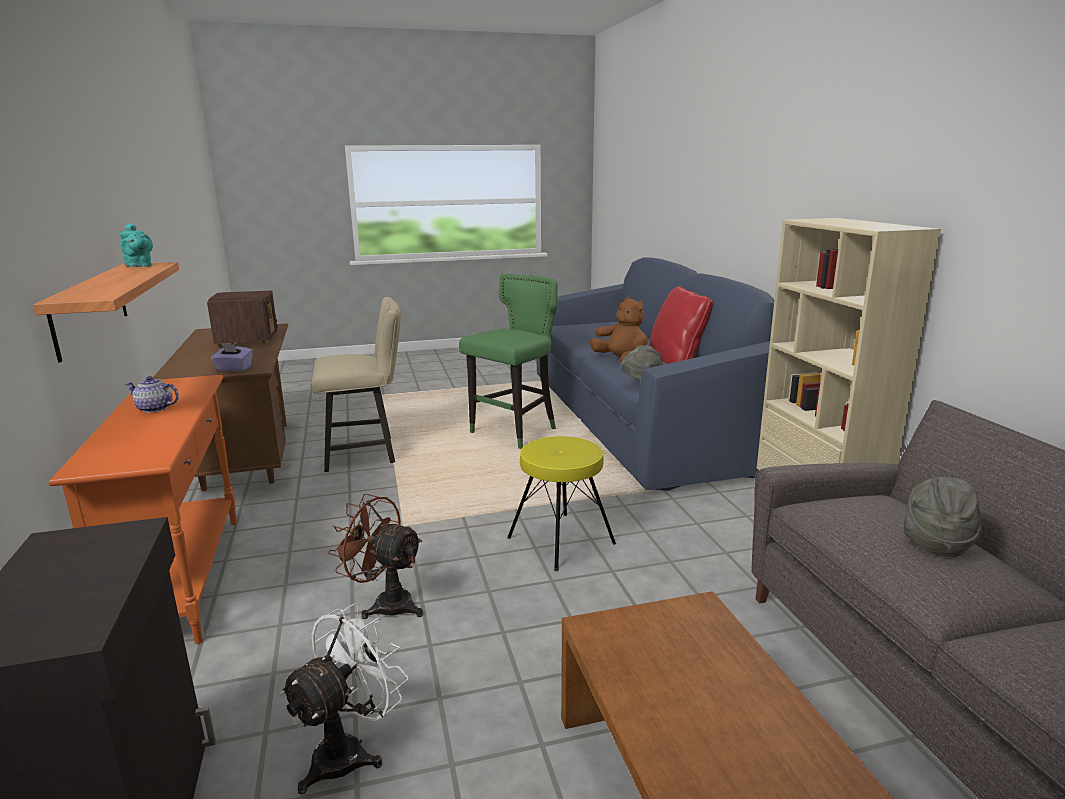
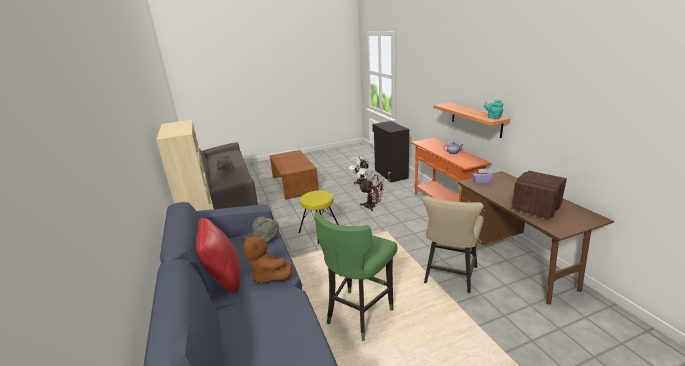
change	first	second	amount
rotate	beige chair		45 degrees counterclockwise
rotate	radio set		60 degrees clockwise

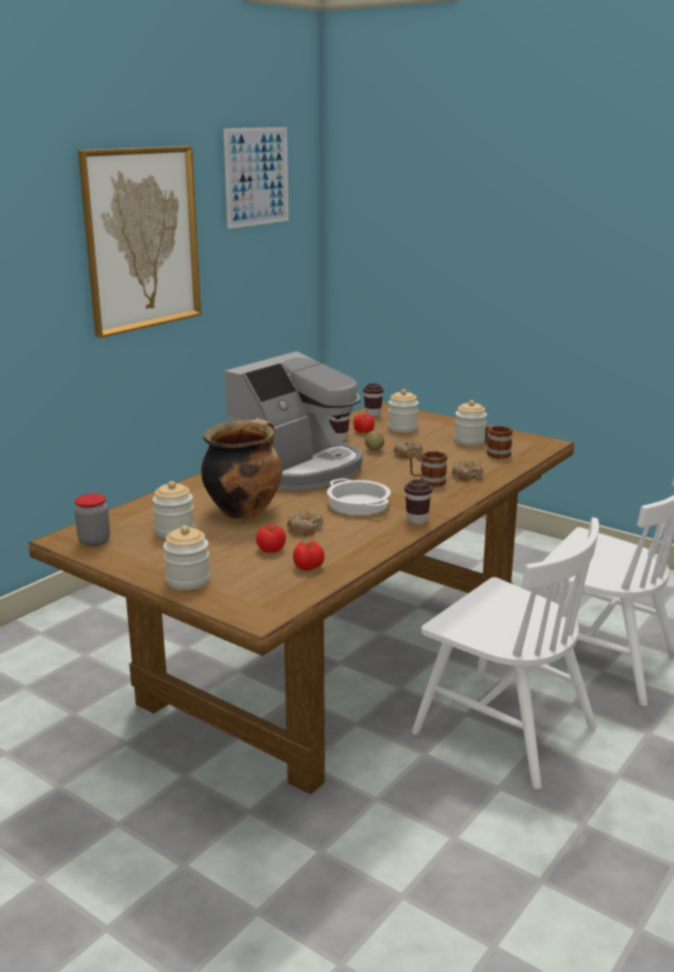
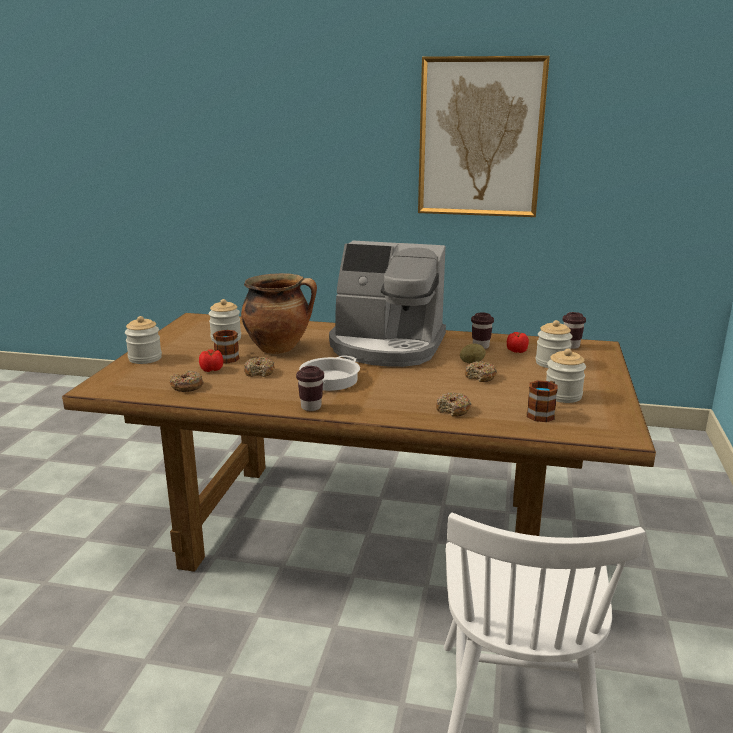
change	first	second	amount
replace	tomato (2nd from left)	doughnut (1st from left)	
move	coffee mug (1st from left)		
delete	preserve jar (1st from left)		
delete	wall art (2nd from left)		
delete	whitish chair (1st from left)		

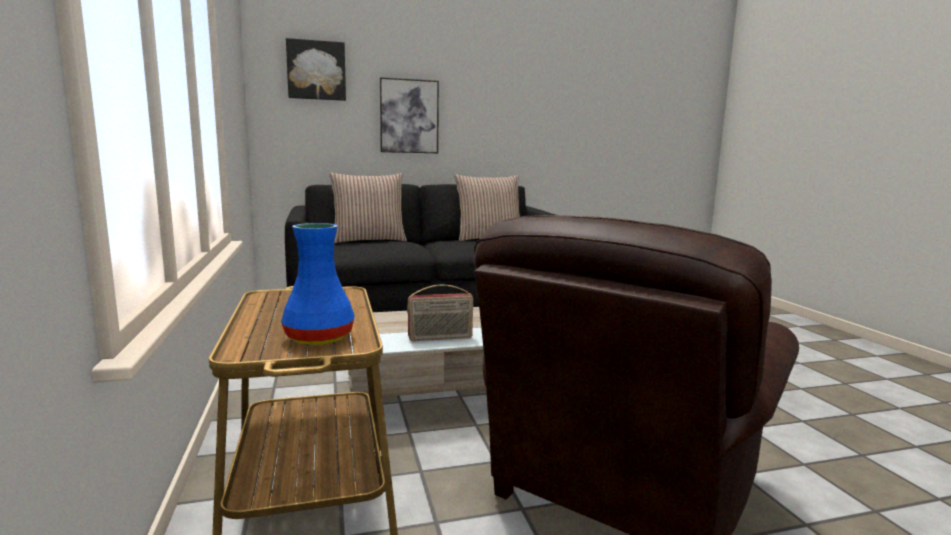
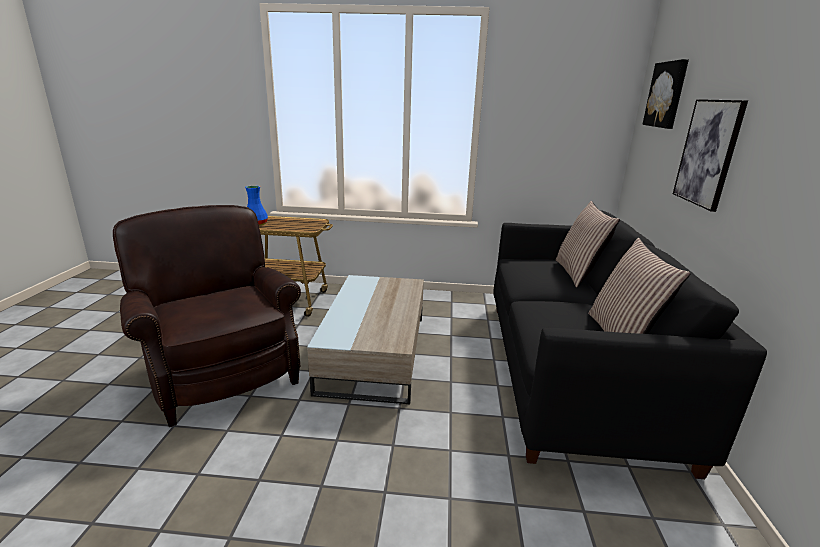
change	first	second	amount
delete	radio set		

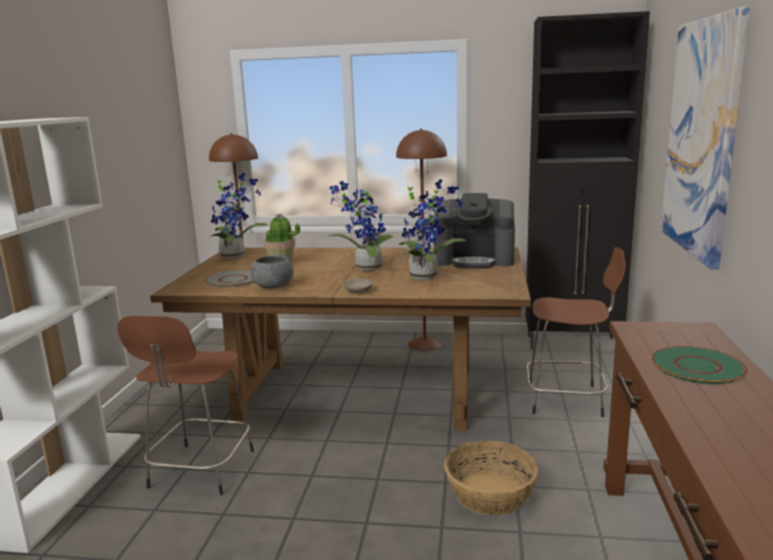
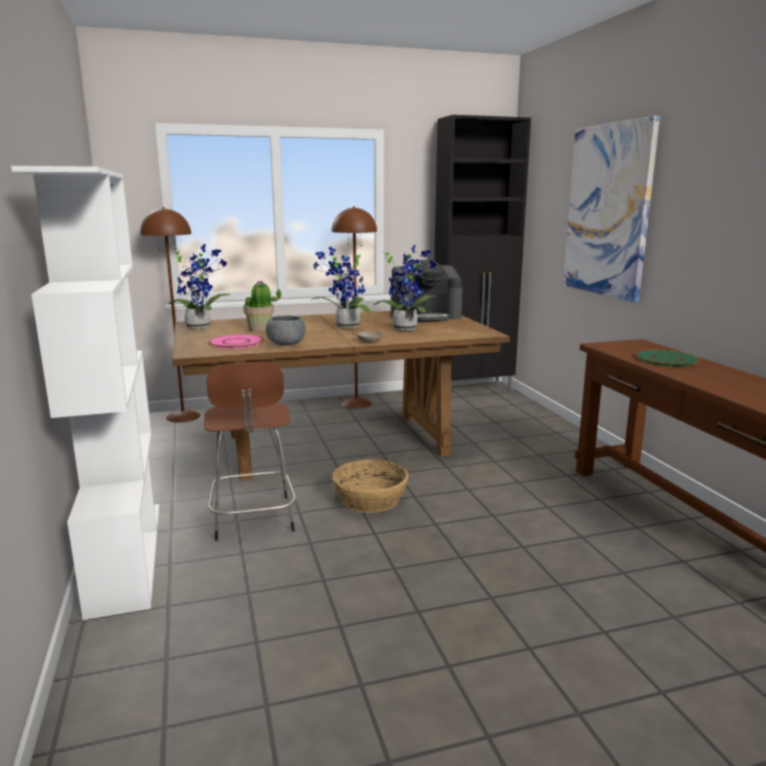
change	first	second	amount
recolor	greyish flat dish	pinkish flat dish	
move	basket		
delete	brown sitting stool (2nd from left)		

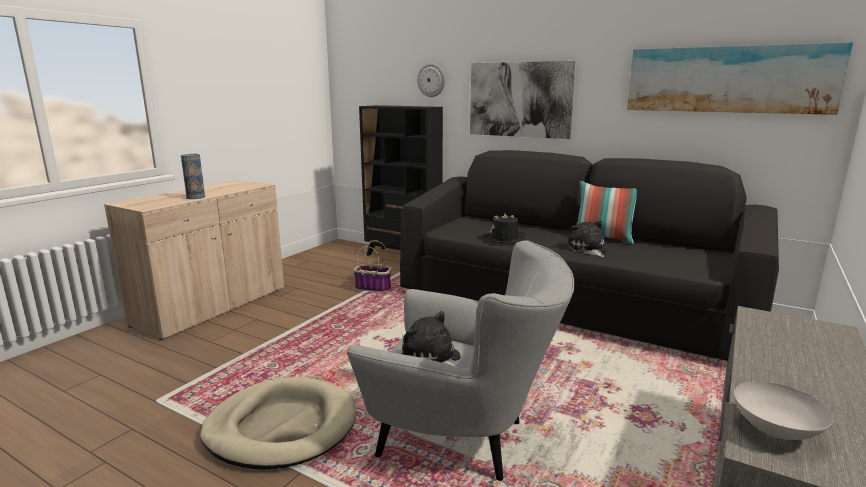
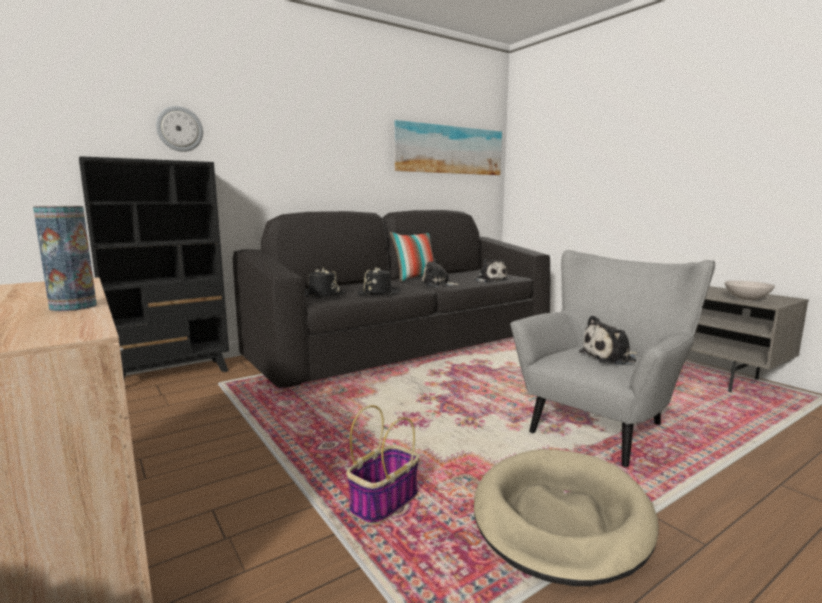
change	first	second	amount
insert		blackish clothing hat (1st from left)	
move	basket		
insert		plush toy (2nd from left)	
delete	wall art (1st from left)		

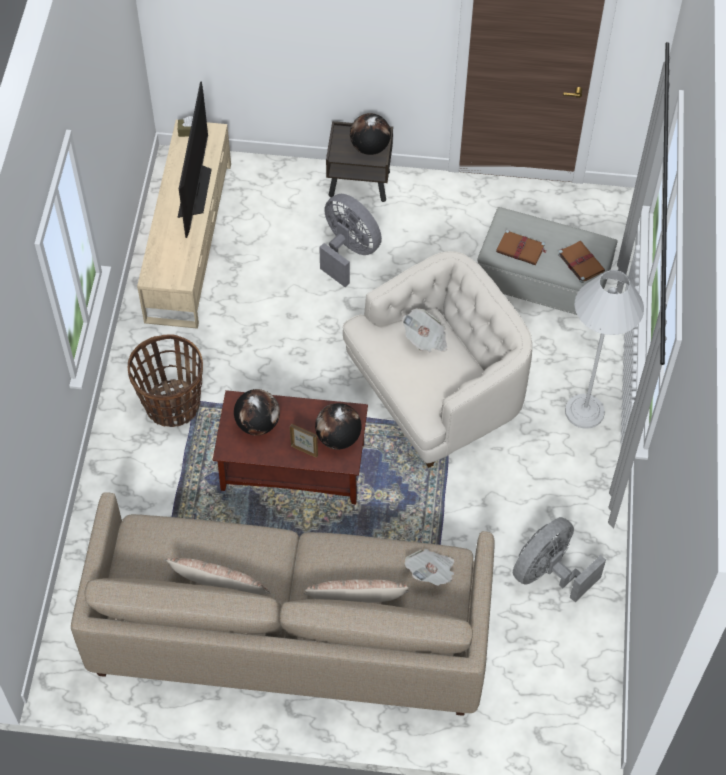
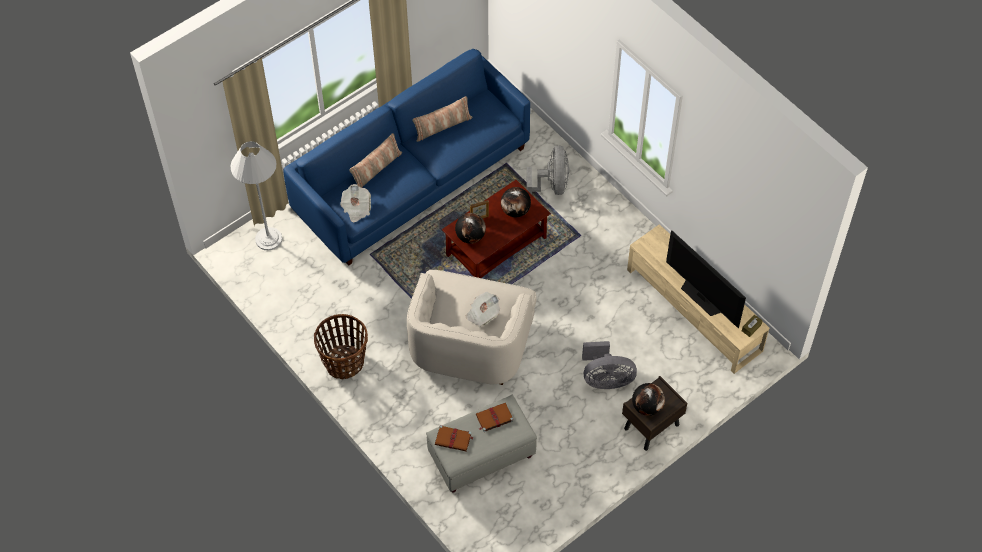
change	first	second	amount
move	whitish floor lamp		
recolor	beige settee	bluish settee	
move	basket		
move	greyish electric fan (2nd from left in the first image)	greyish electric fan (1st from left)	

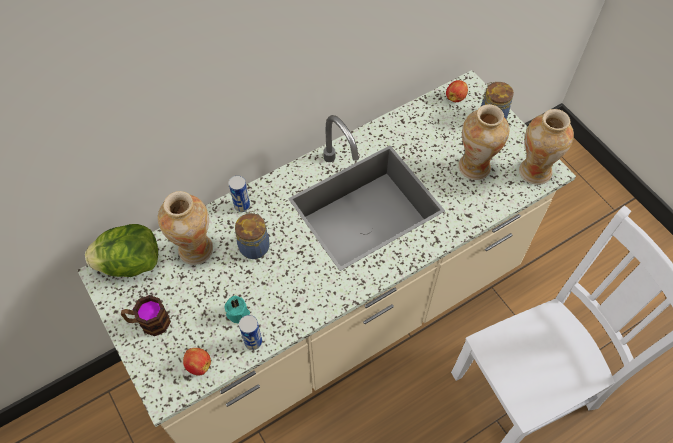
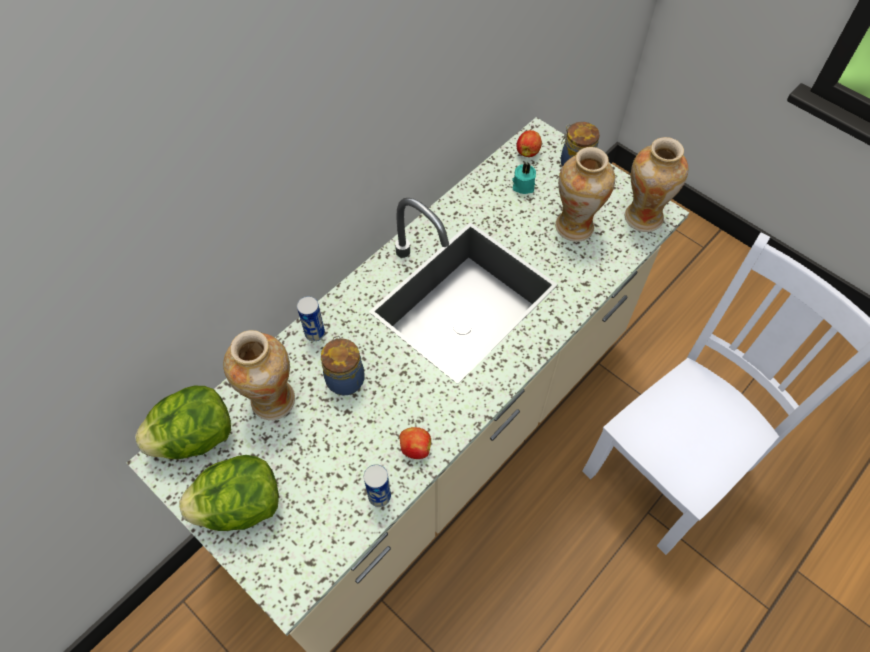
change	first	second	amount
replace	coffee mug	head of lettuce (2nd from left)	
move	apple (1st from left)		
move	turquoise-coloured wax candle		

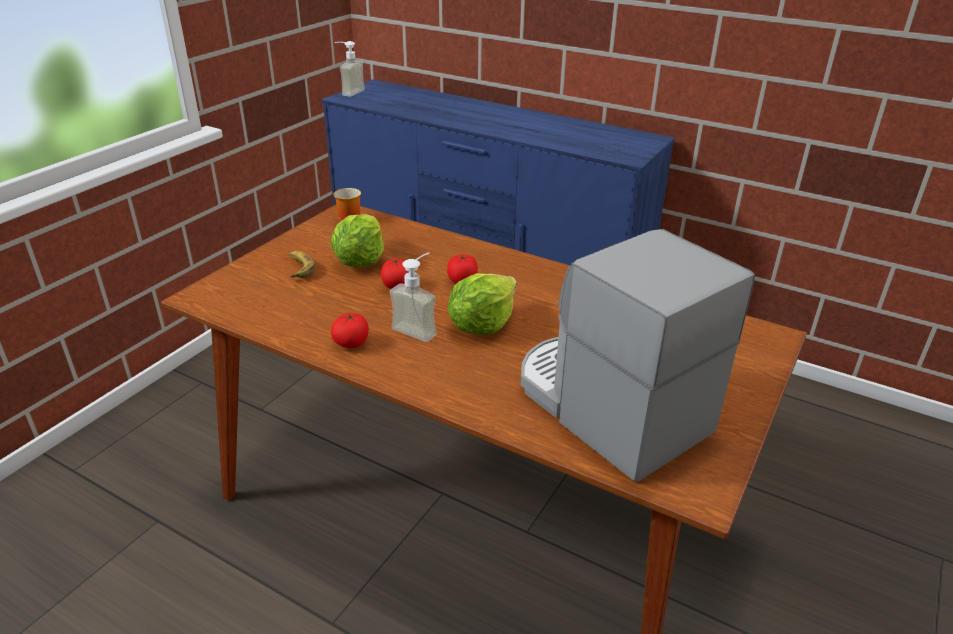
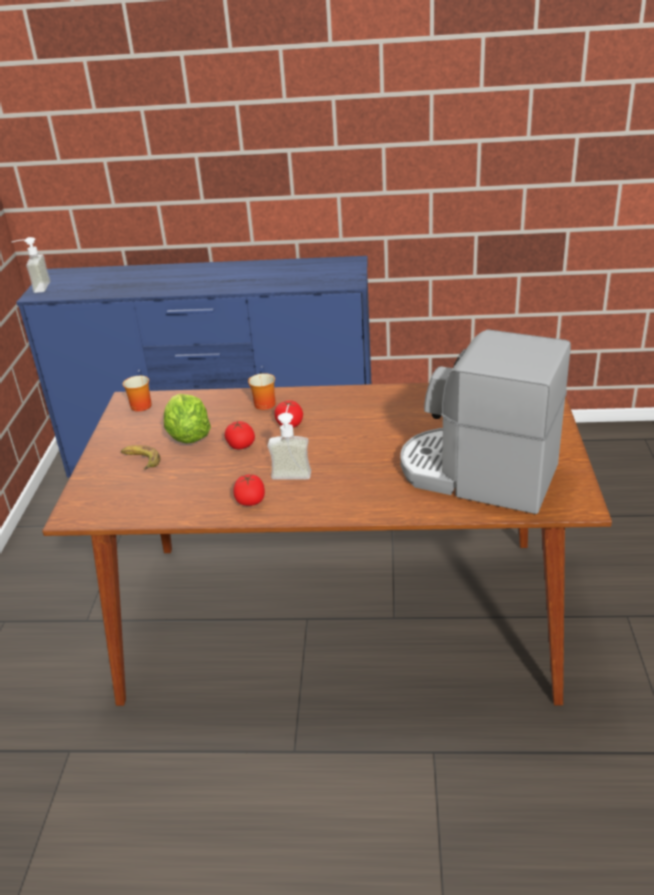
change	first	second	amount
insert		coffee mug (2nd from left)	
delete	head of lettuce (2nd from left)		

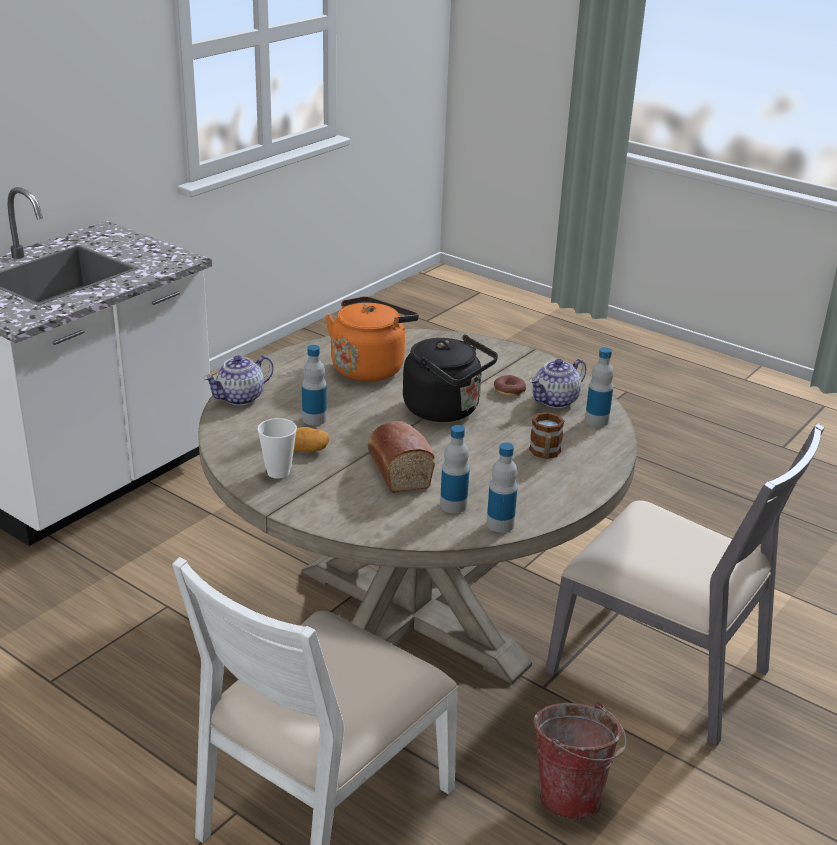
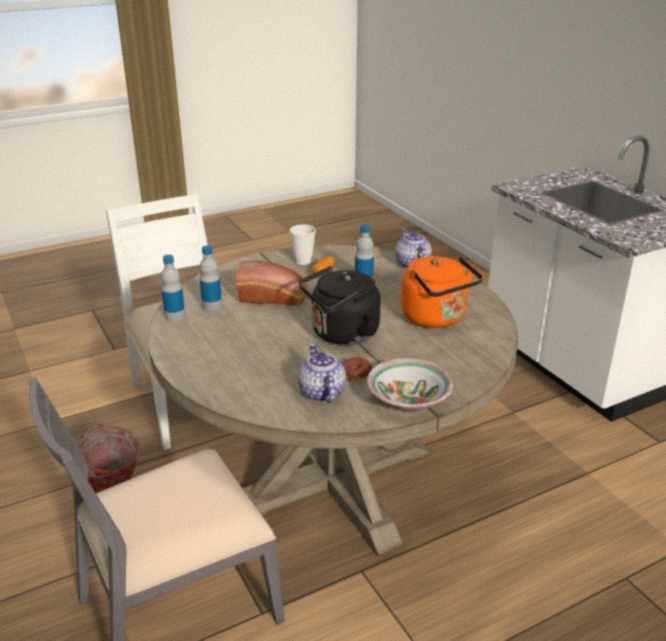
change	first	second	amount
insert		deep dish	
delete	coffee mug		
delete	drink bottle (4th from left)		

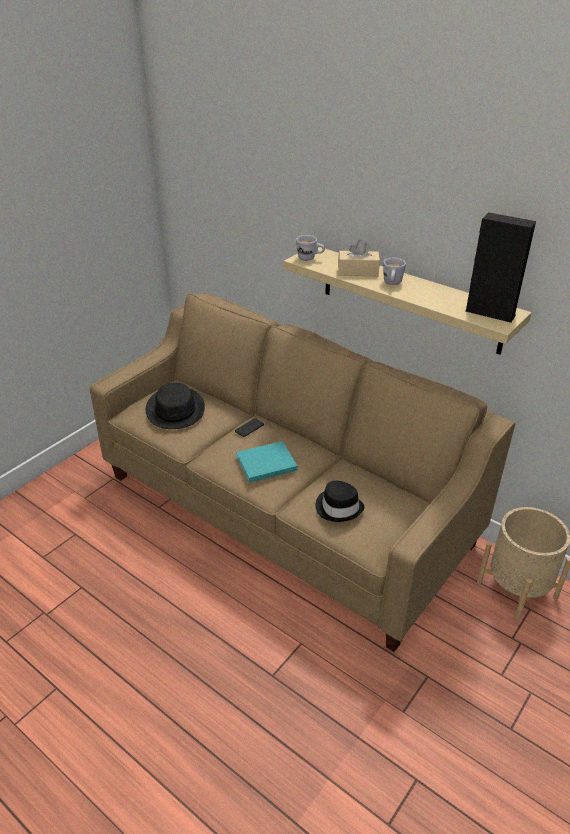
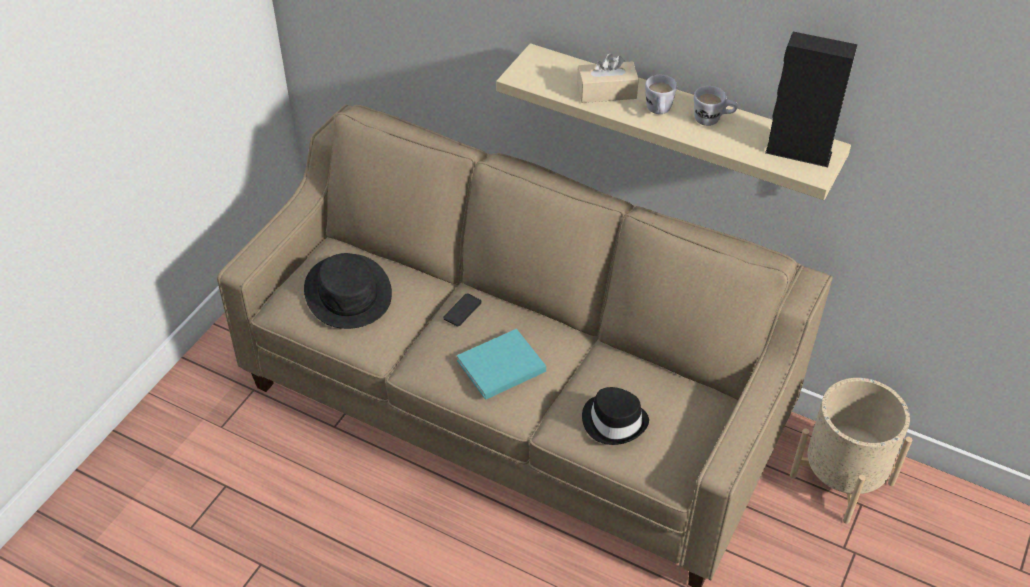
change	first	second	amount
move	whitish coffee mug (1st from left in the first image)	whitish coffee mug (2nd from left)	

